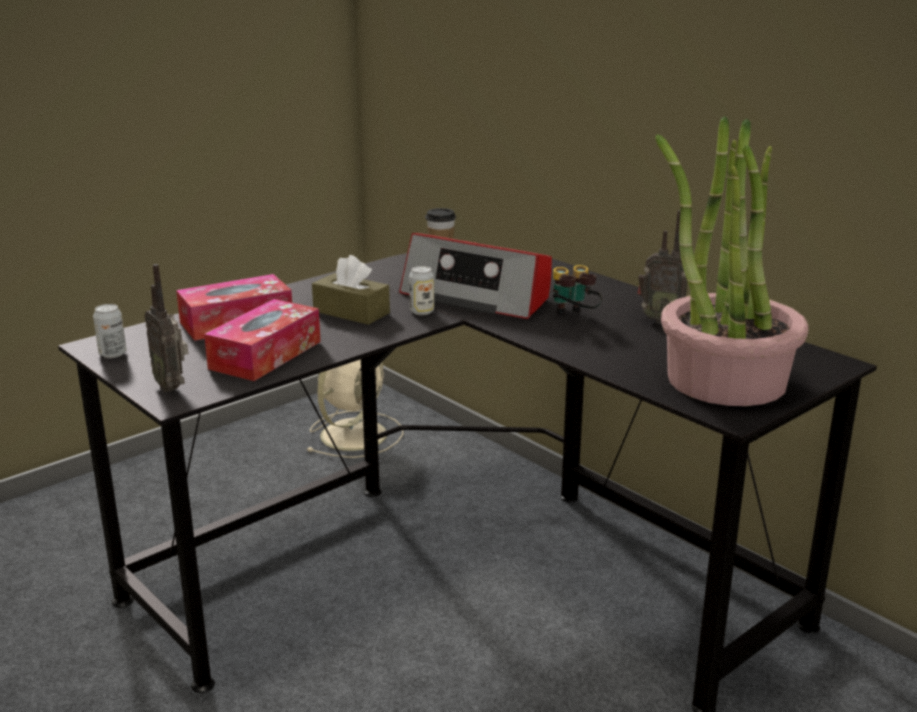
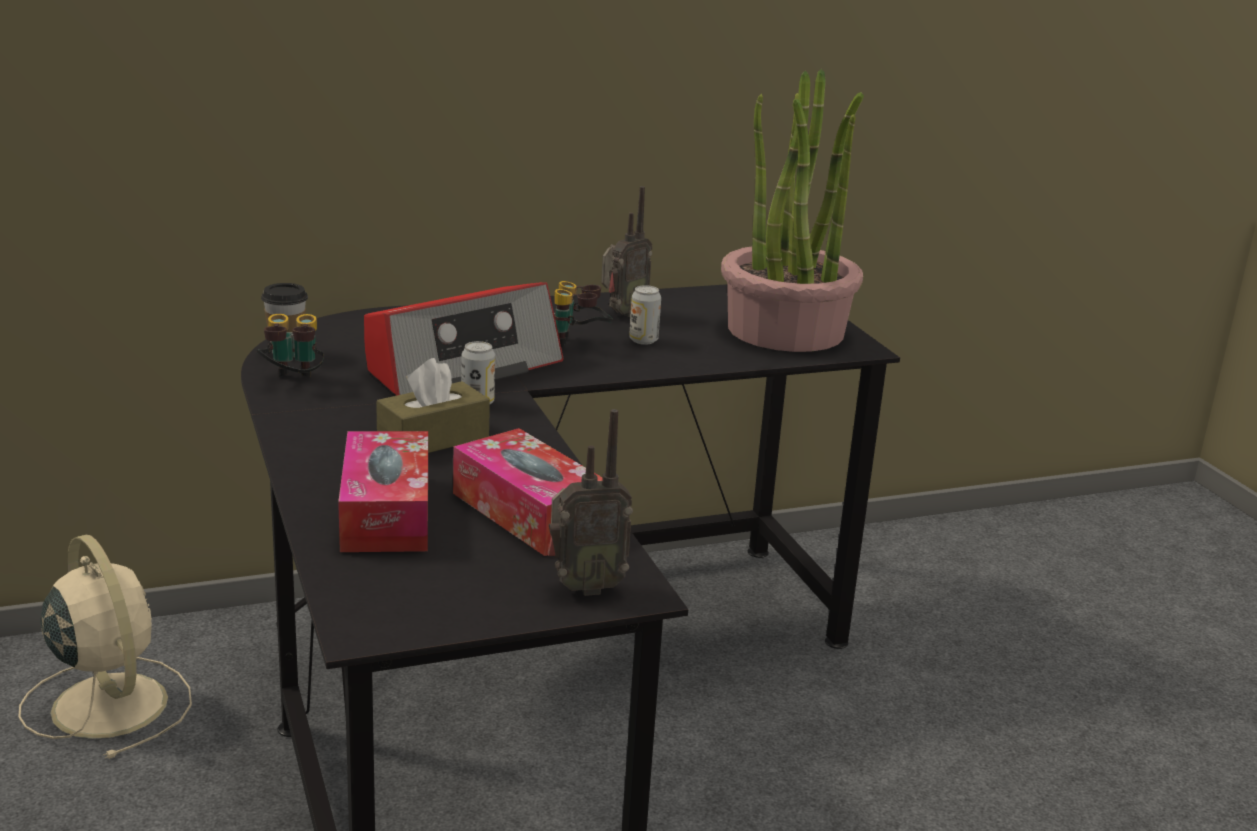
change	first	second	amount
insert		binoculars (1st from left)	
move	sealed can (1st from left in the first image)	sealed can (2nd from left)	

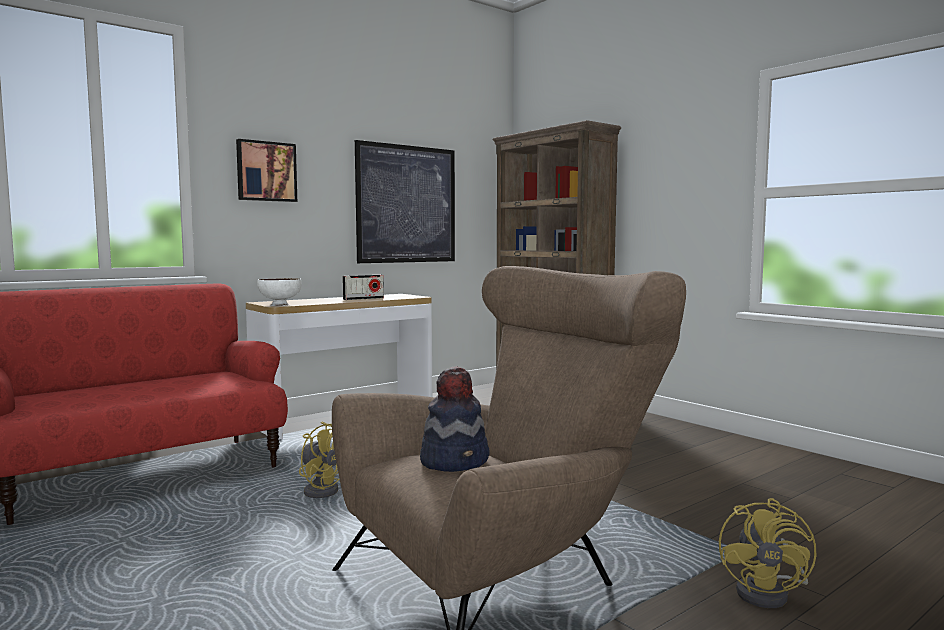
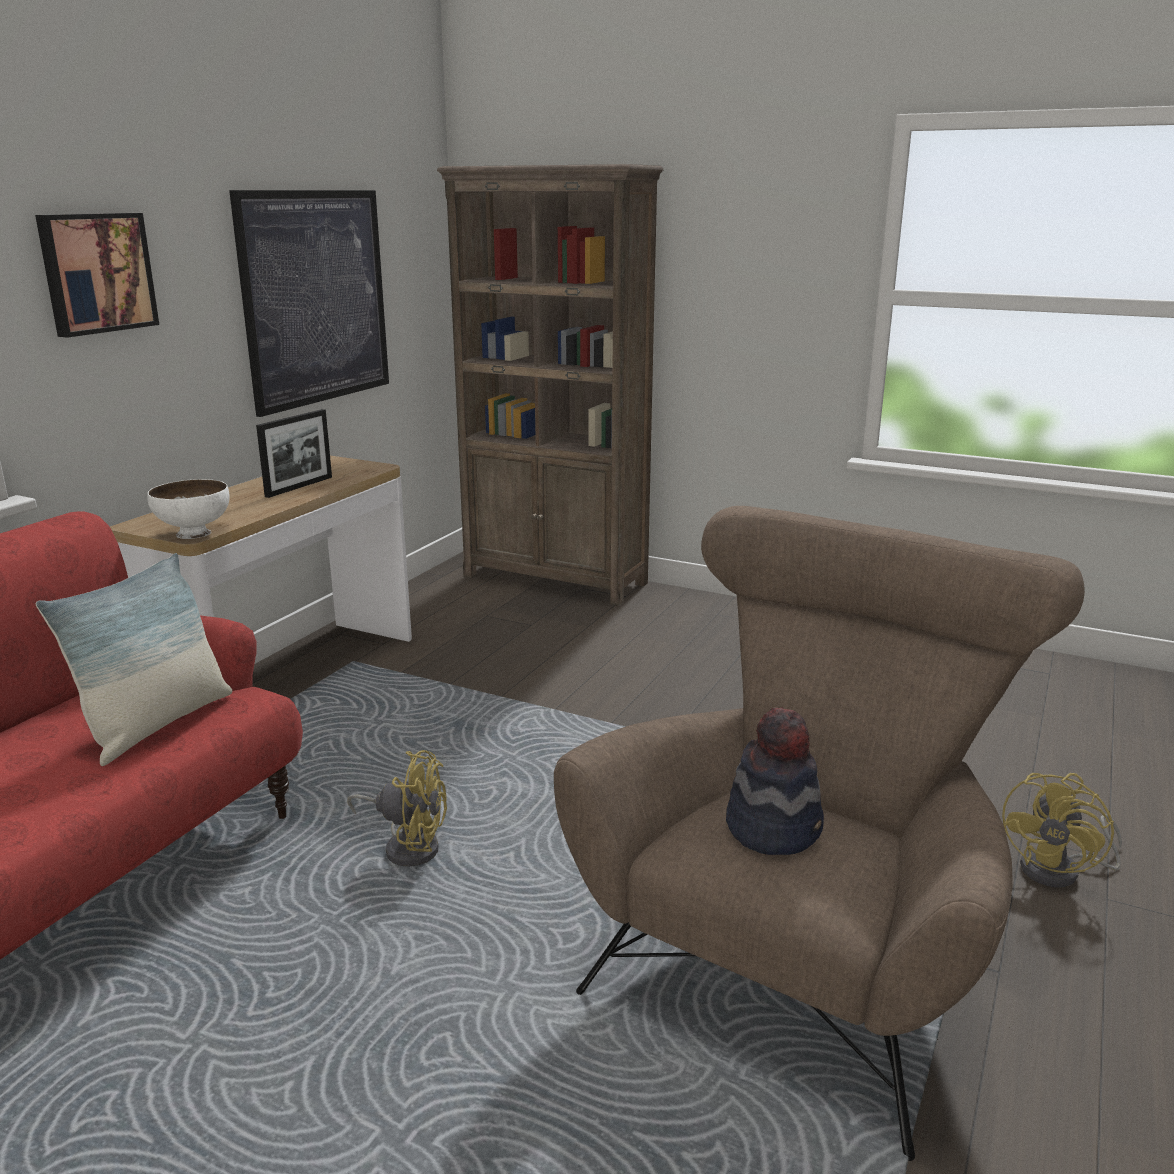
change	first	second	amount
insert		cushion	
replace	radio set	picture frame	
rotate	yellow electric fan (2nd from left)		45 degrees clockwise

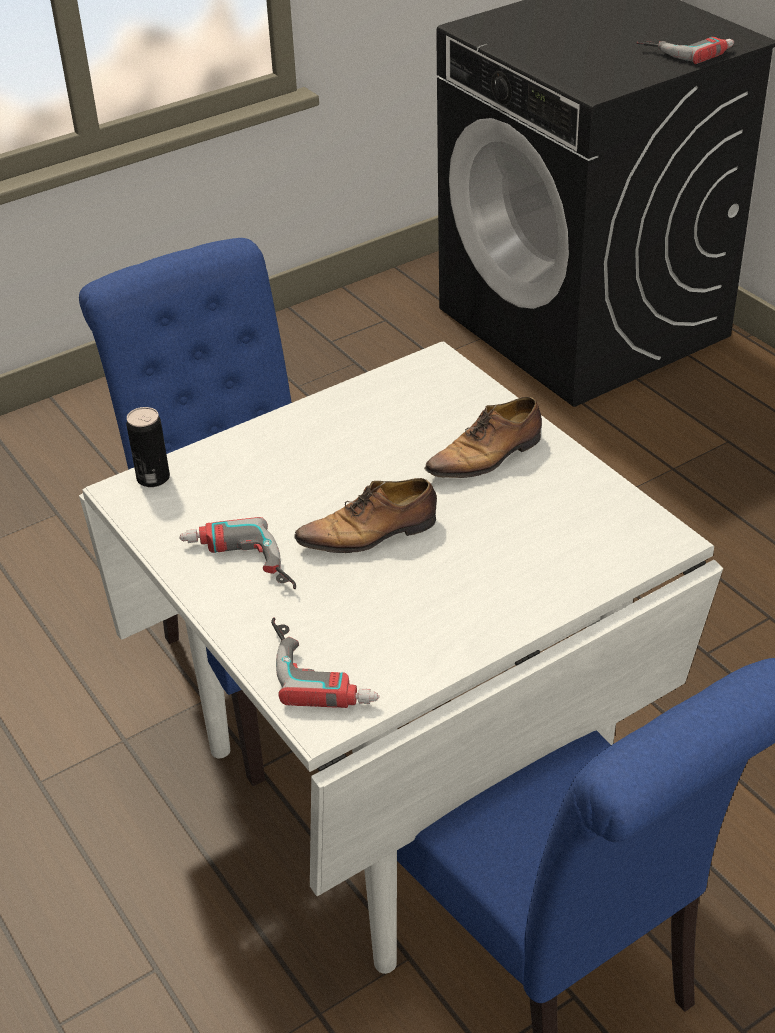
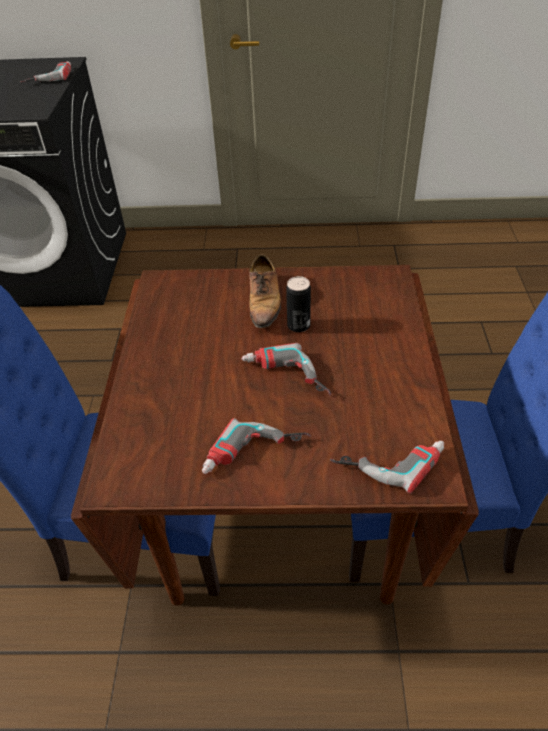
change	first	second	amount
recolor	whitish kitchen table	brown kitchen table	
replace	shoe (1st from left)	drill (3rd from left)	
move	sealed can		

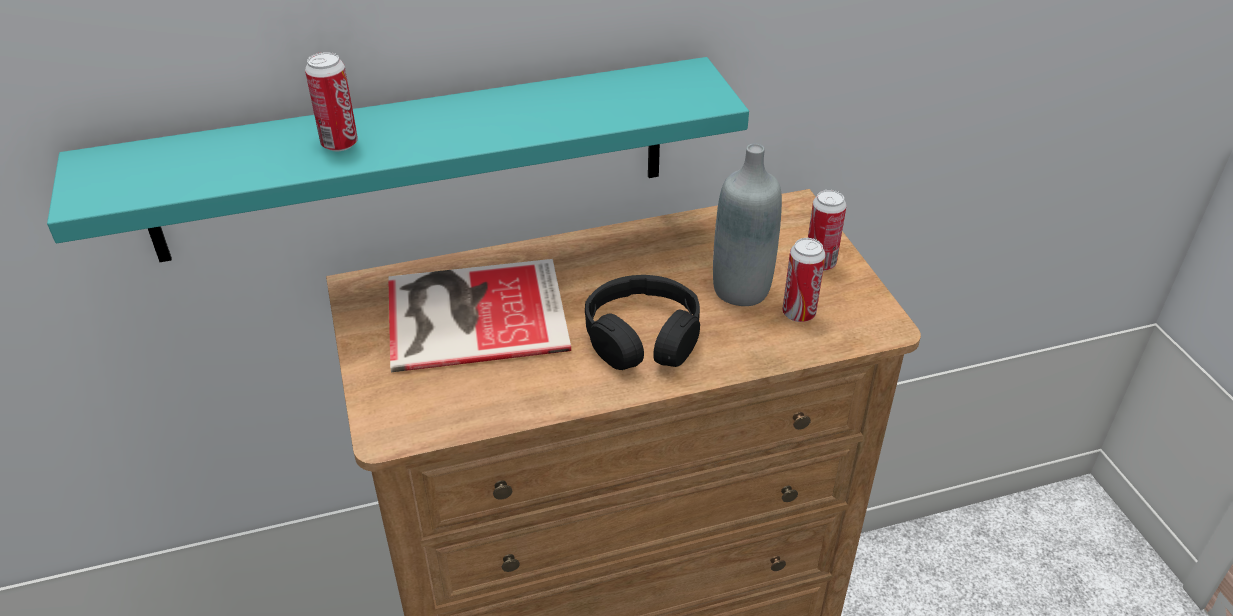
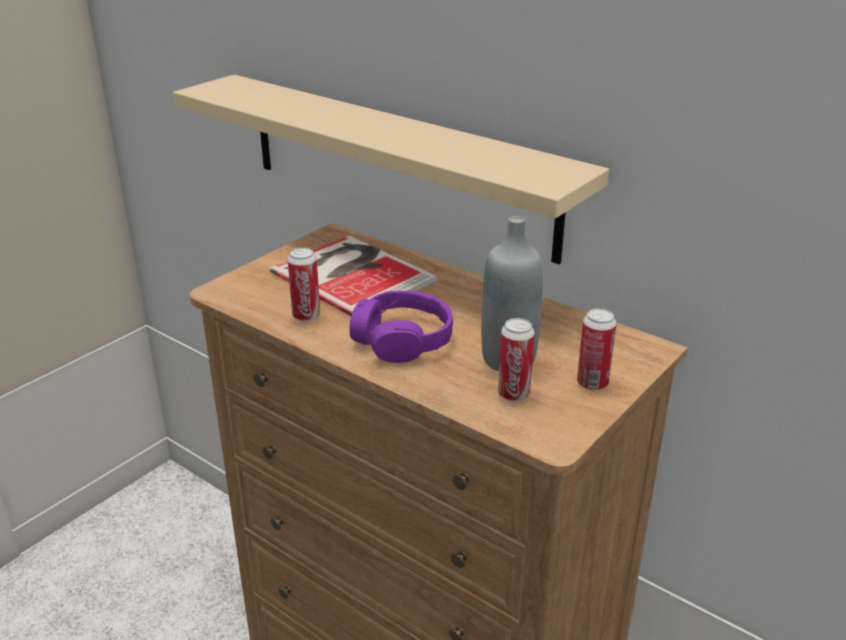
change	first	second	amount
recolor	turquoise-coloured bracket shelf	beige bracket shelf	
move	sealed can (1st from left)		
recolor	blackish headphones	purplish headphones	

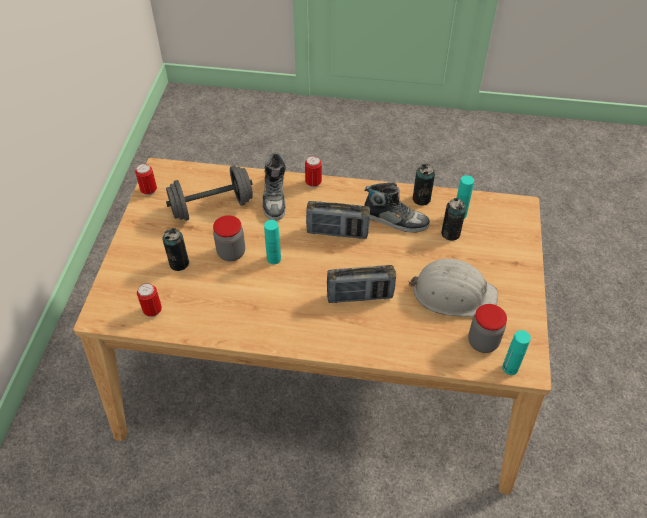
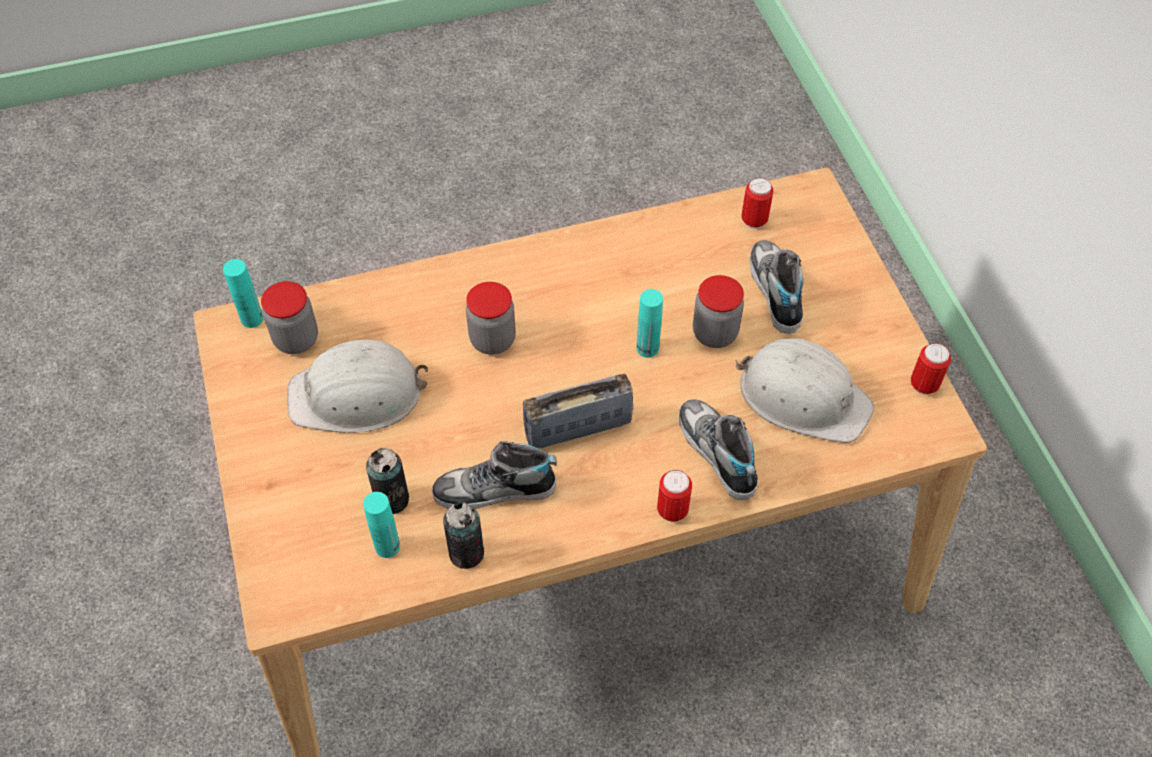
change	first	second	amount
replace	radio set (2nd from left)	preserve jar (2nd from left)	
replace	greyish free weight	whitish work helmet (2nd from left)	
replace	sealed can (3rd from left)	shoe (3rd from left)	

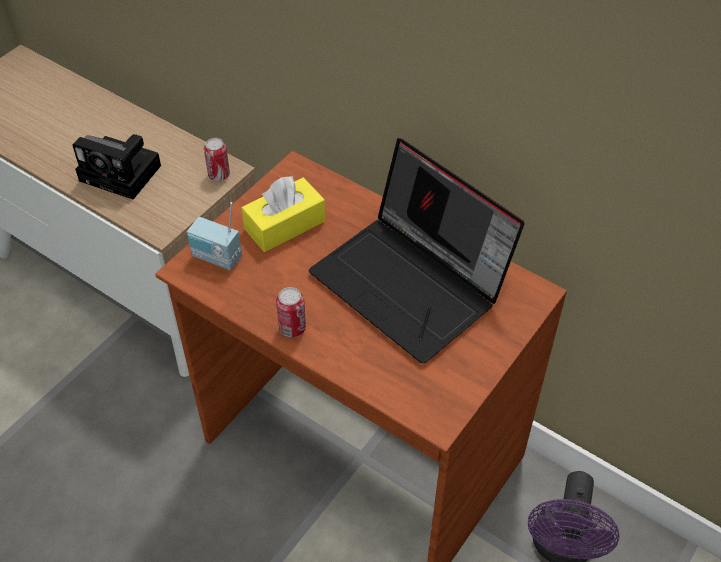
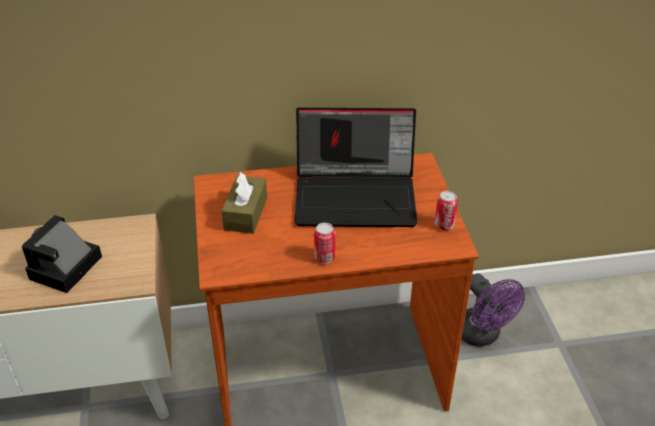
change	first	second	amount
rotate	still camera		135 degrees clockwise
recolor	yellow box of tissues	brown box of tissues	
move	sealed can (1st from left in the first image)	sealed can (2nd from left)	
delete	radio set		

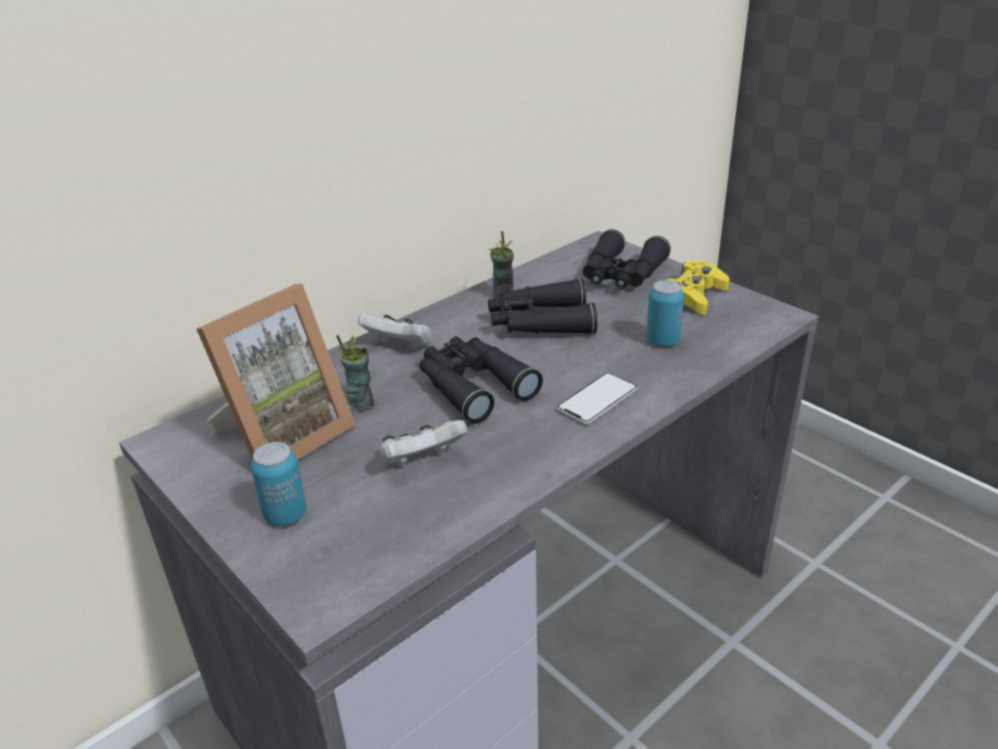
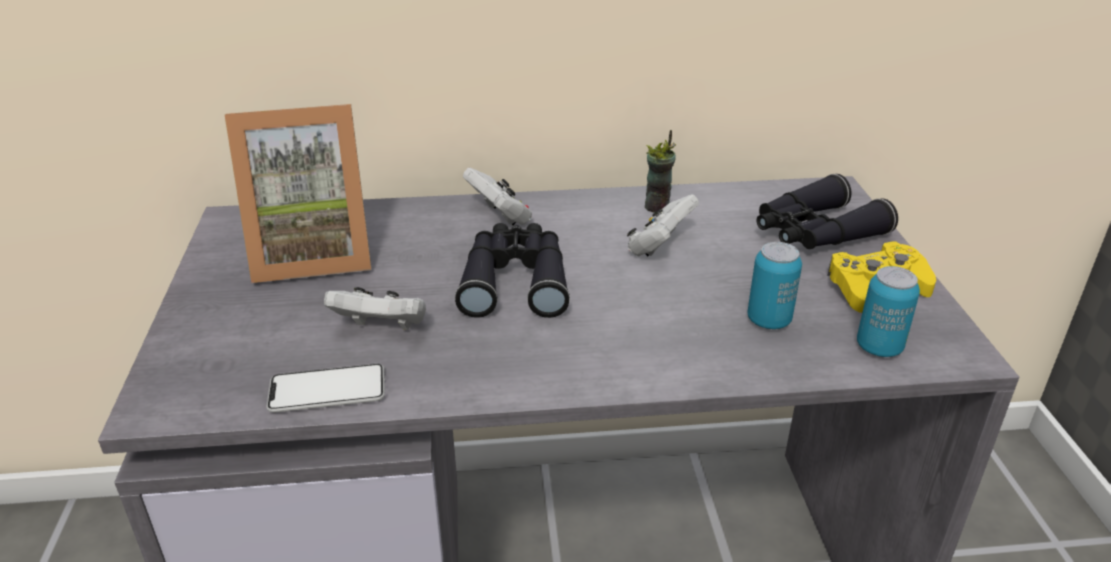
change	first	second	amount
move	phone		
replace	blackish binoculars (2nd from left)	whitish game controller (3rd from left)	
move	sealed can (1st from left in the first image)	sealed can (2nd from left)	
delete	cup (1st from left)		

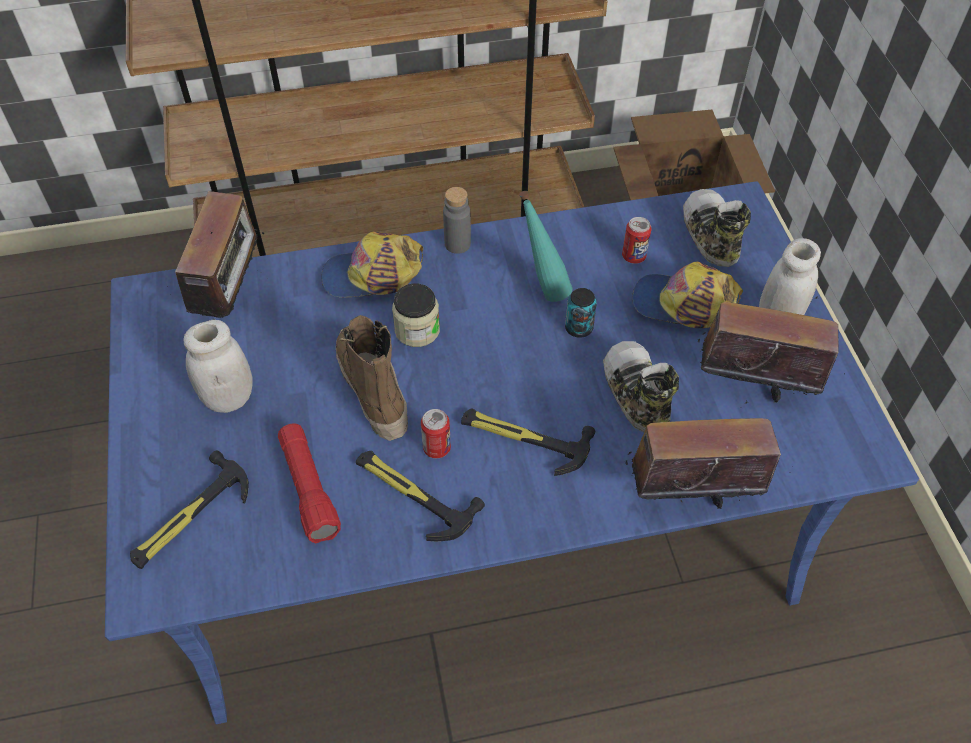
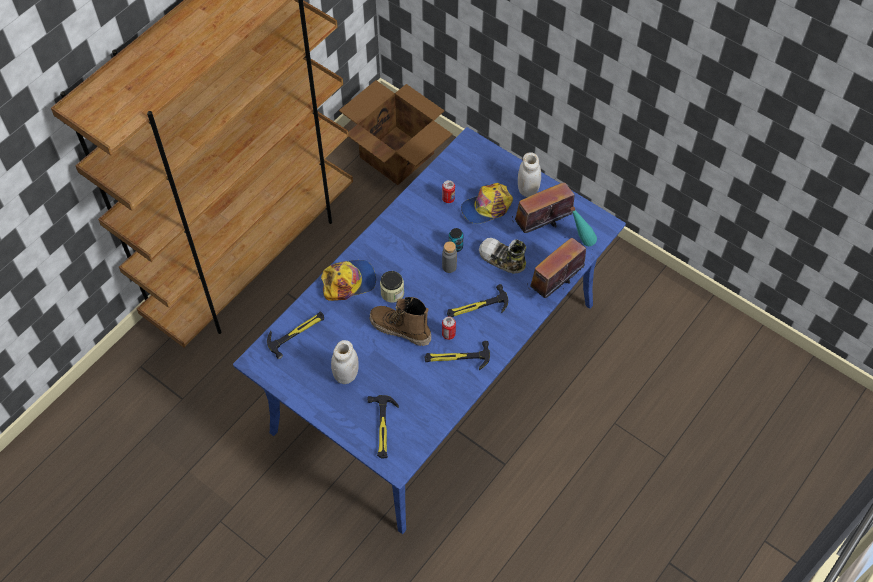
change	first	second	amount
replace	radio set (1st from left)	hand hammer (1st from left)	
rotate	peaked cap (1st from left)		150 degrees counterclockwise
move	greyish drink bottle		
move	turquoise-coloured drink bottle		
delete	red flashlight		
delete	shoe (2nd from left)		

